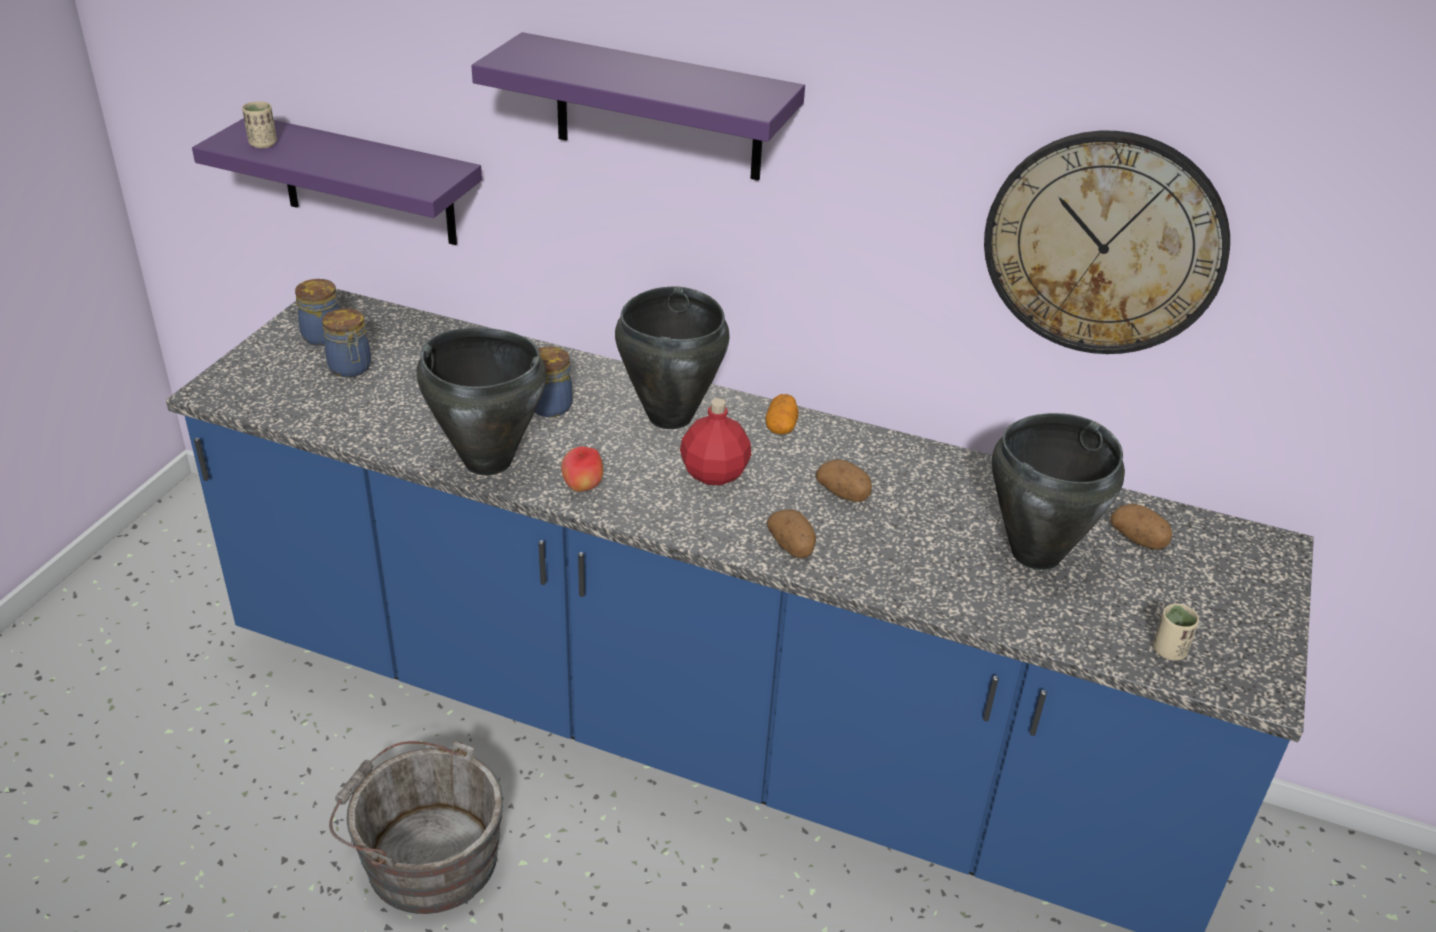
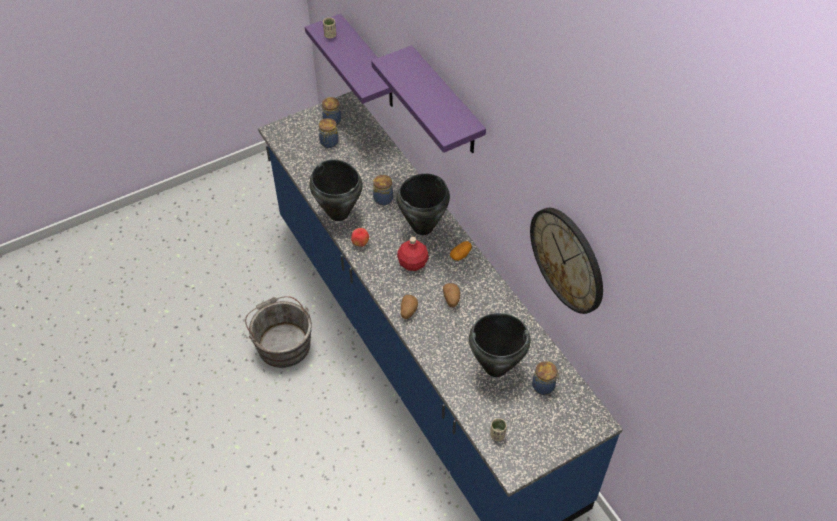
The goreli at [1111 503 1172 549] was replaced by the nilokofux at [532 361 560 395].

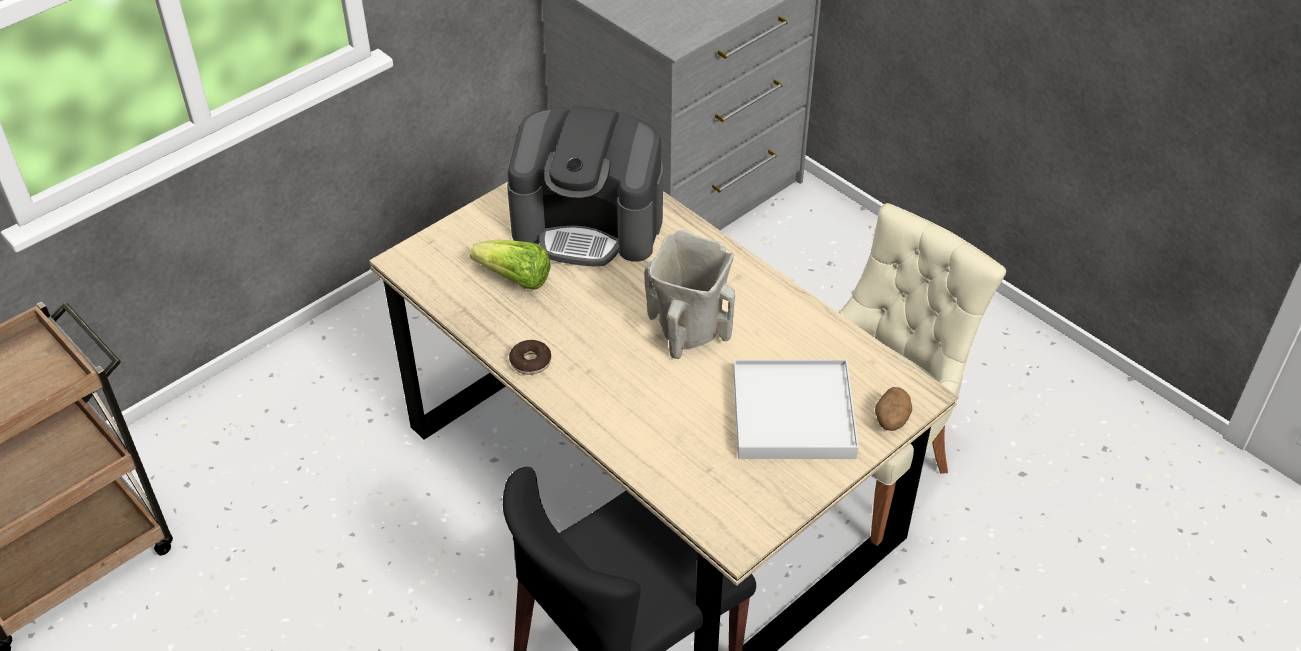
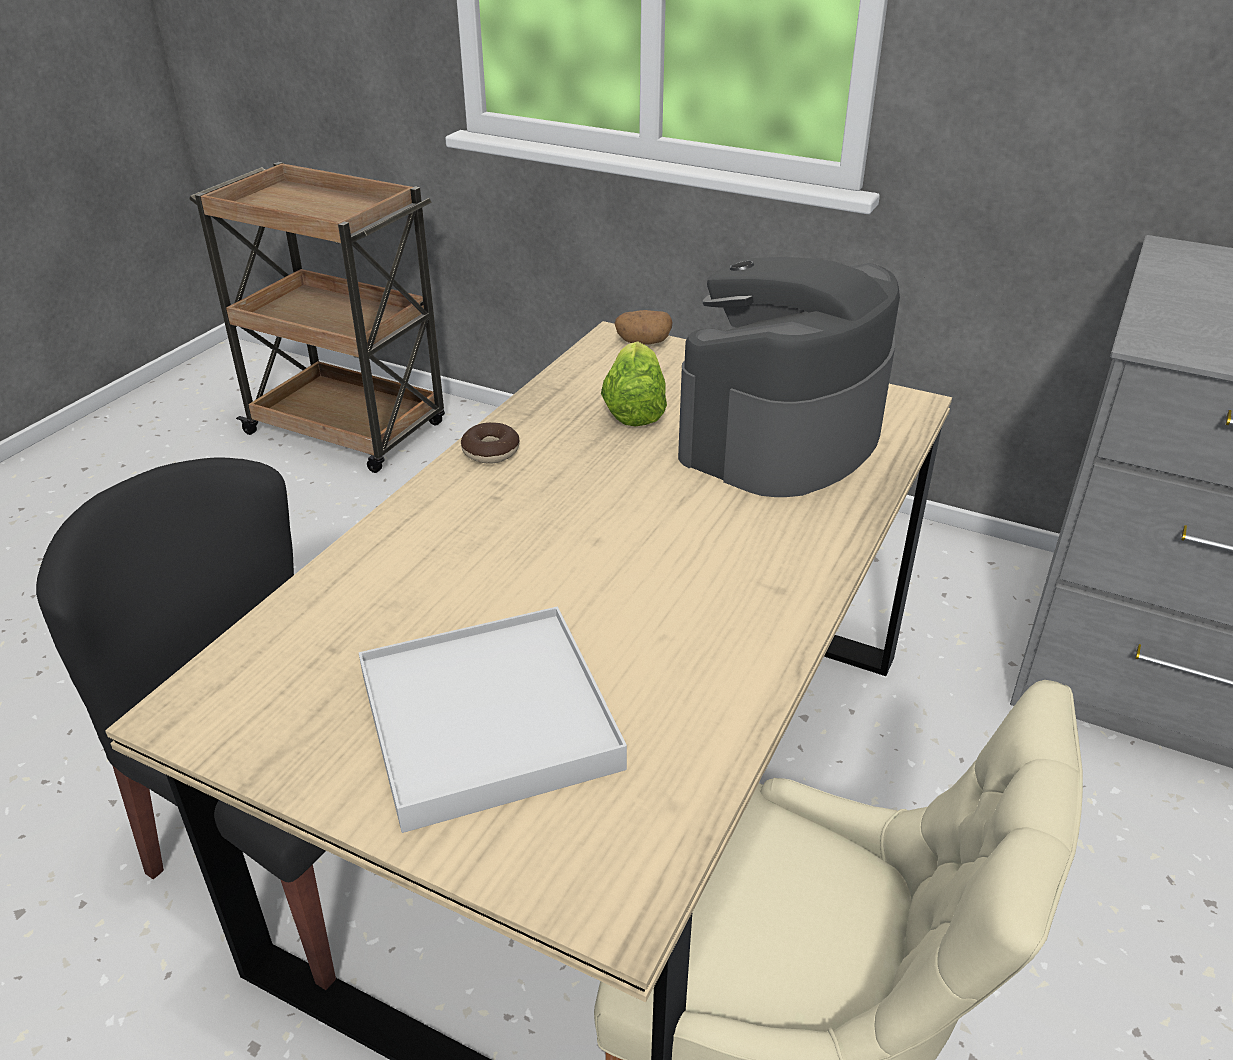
The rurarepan at [507 105 663 266] turned 45 degrees clockwise.
The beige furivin at [644 230 735 359] disappeared.
The goreli moved from [875 387 912 431] to [615 310 672 345].

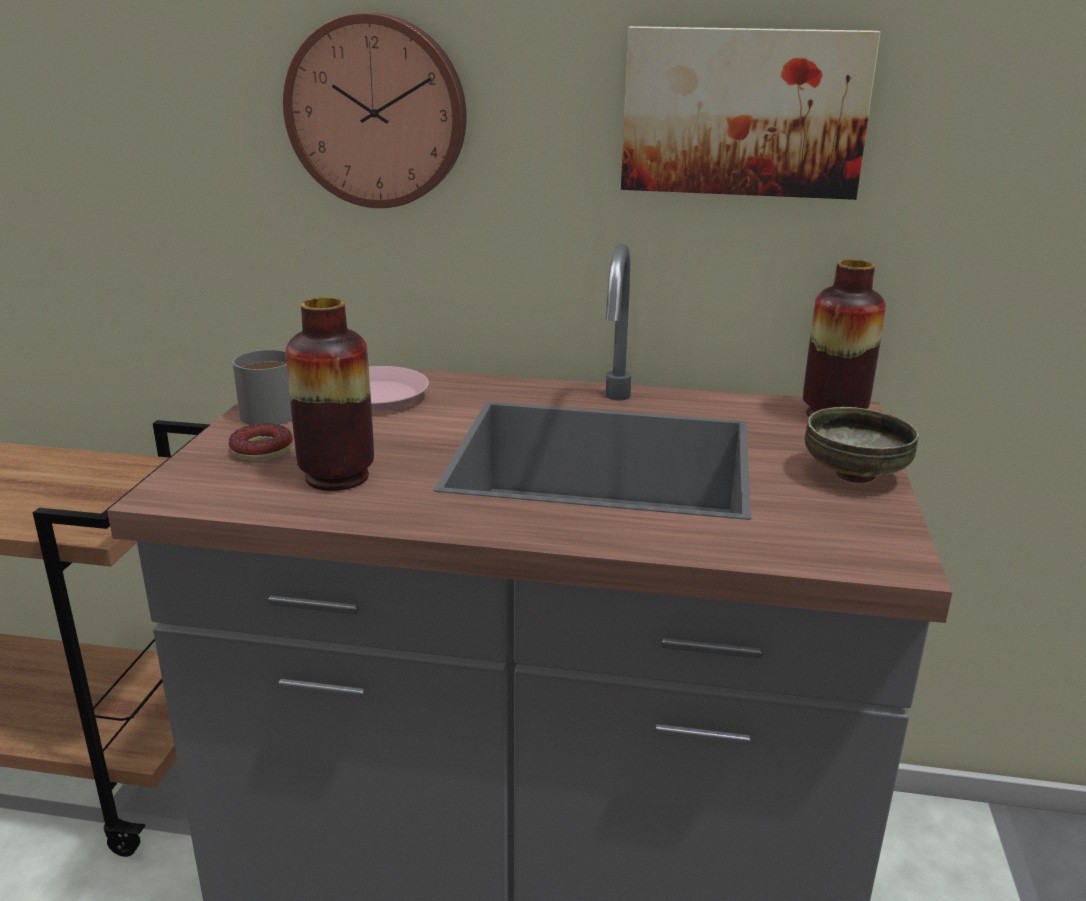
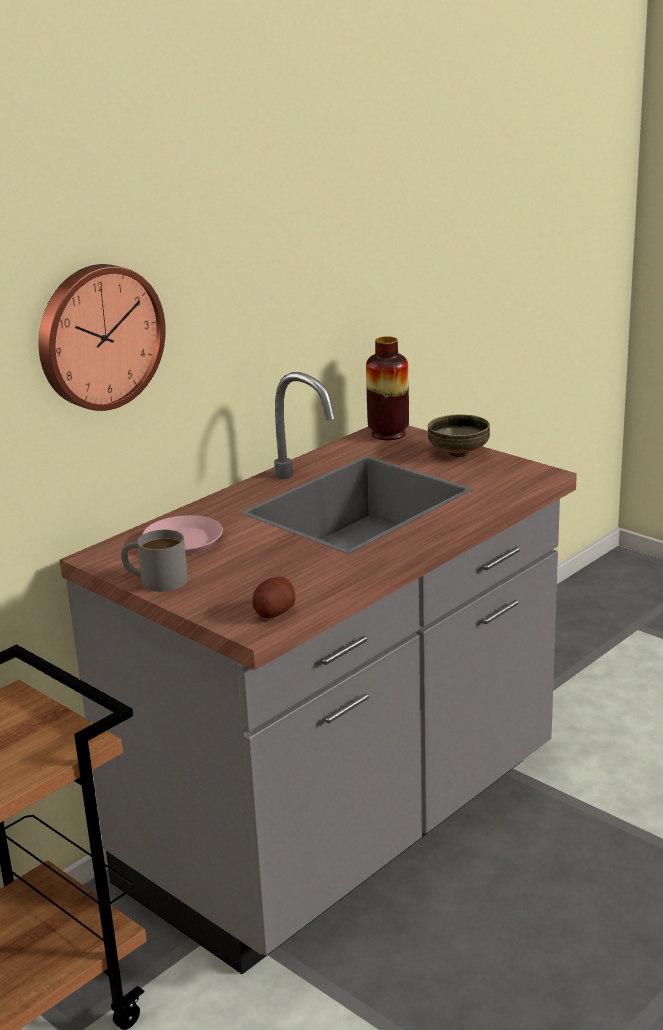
The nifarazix at [621 26 881 200] disappeared.
The furivin at [285 297 374 491] disappeared.
The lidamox at [229 423 293 461] disappeared.
The goreli at [252 577 295 618] appeared.

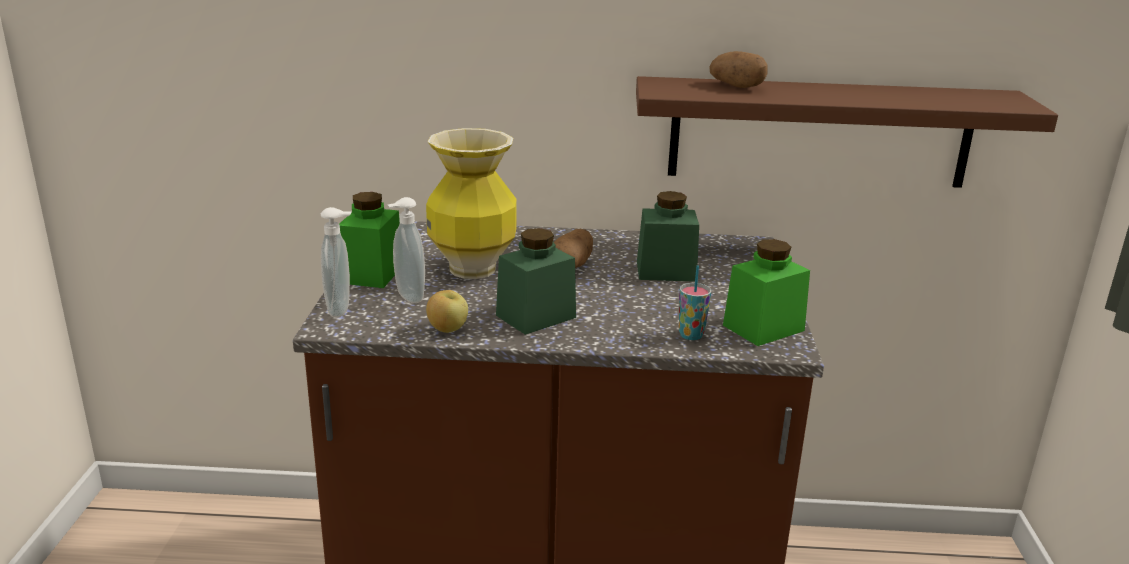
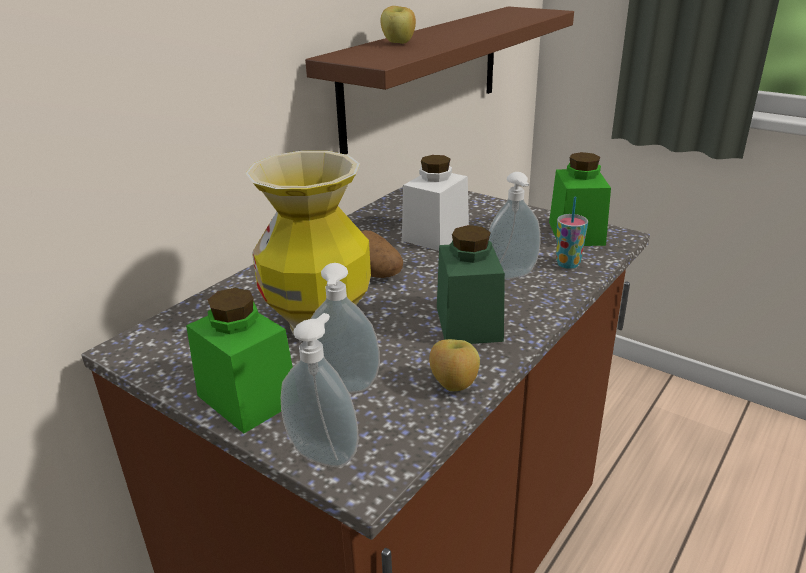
The goreli at [709 51 768 88] was replaced by the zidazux at [381 6 416 44].
The green nilokofux at [637 191 699 282] became the white nilokofux at [402 155 469 251].
The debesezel at [489 172 541 280] appeared.

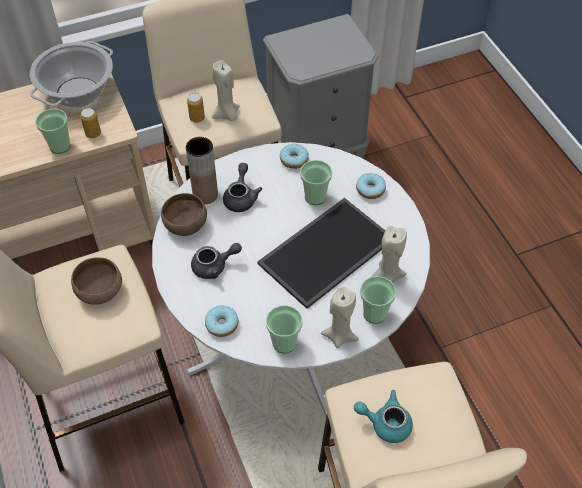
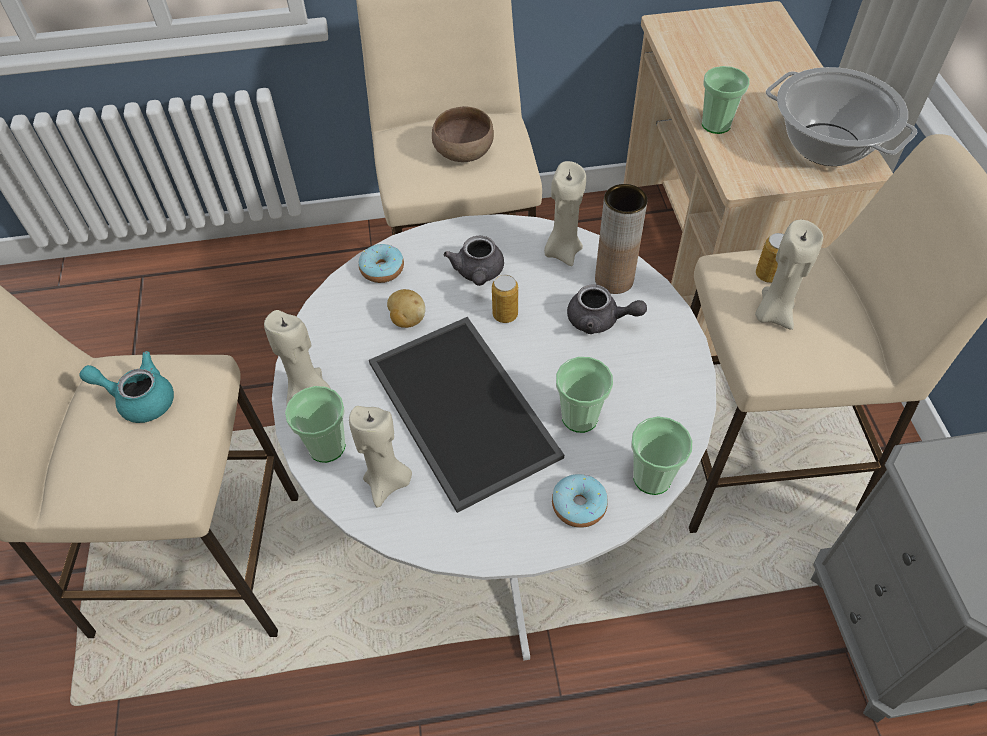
The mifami moved from [80 108 101 138] to [492 275 518 323].
The lidamox at [280 144 309 169] disappeared.
The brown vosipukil at [161 193 207 236] was replaced by the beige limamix at [544 161 586 266].
The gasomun moved from [266 305 302 353] to [631 416 693 495].
The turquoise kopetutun at [354 390 413 443] turned 105 degrees counterclockwise.
The goreli at [387 289 425 328] appeared.

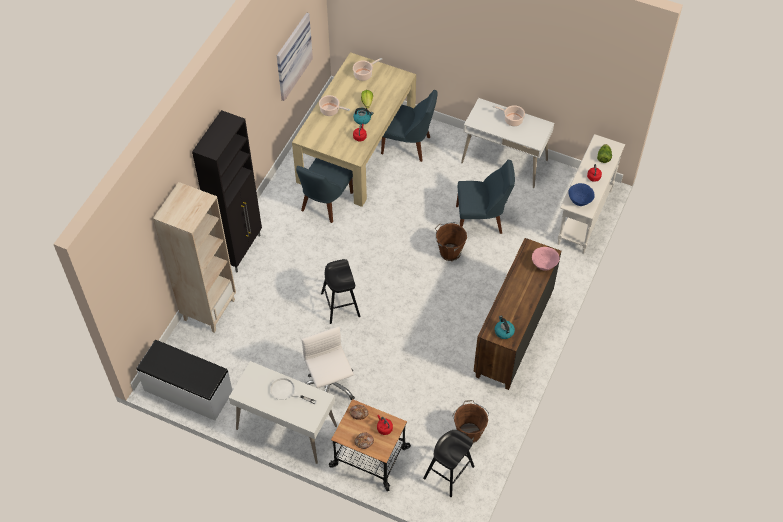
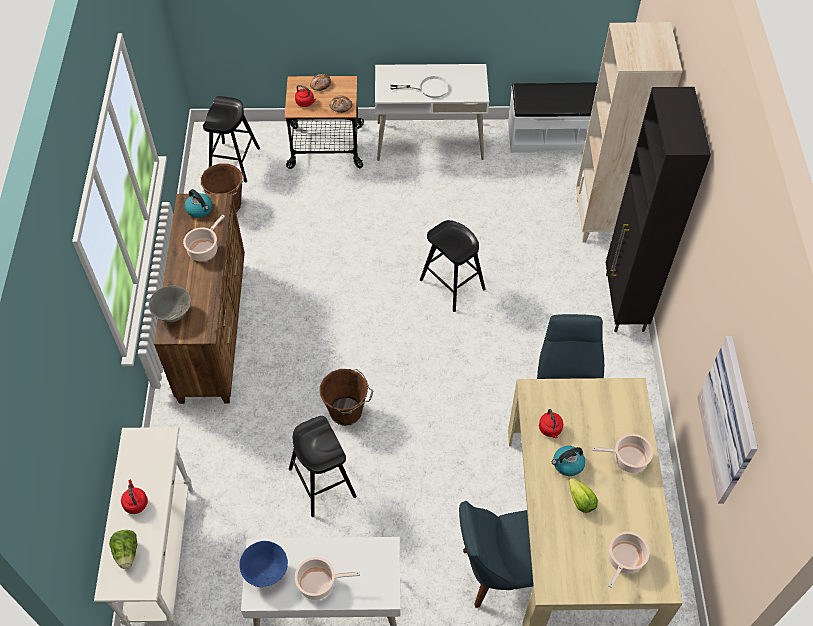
The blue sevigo at [456 159 515 234] was replaced by the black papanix at [289 416 357 517].
The blue vosipukil moved from [568 183 595 206] to [239 541 288 587].
The pink vosipukil at [532 247 560 271] became the grey vosipukil at [149 286 191 322].
The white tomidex at [301 326 355 400] disappeared.
The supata at [183 215 225 262] appeared.

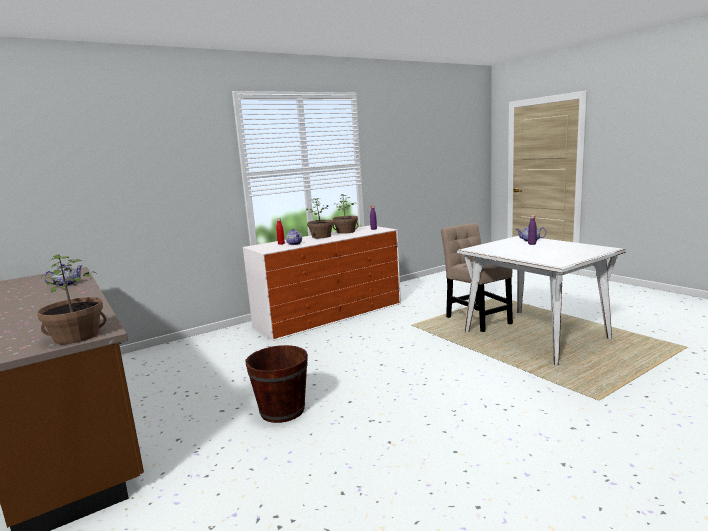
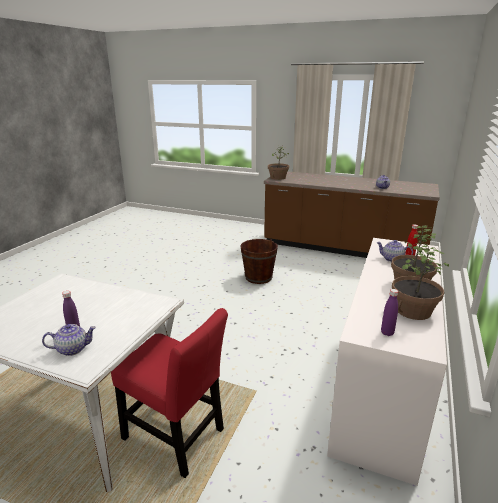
The beige sevigo at [441 223 513 332] became the red sevigo at [111 308 228 478].

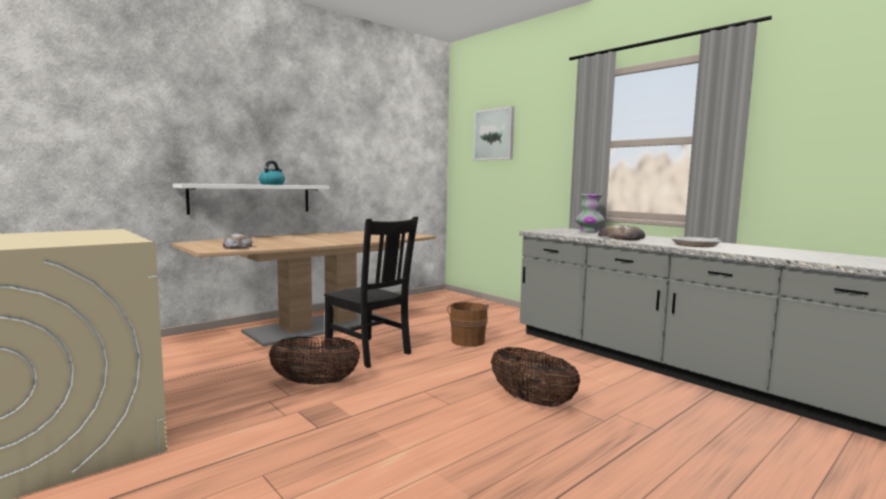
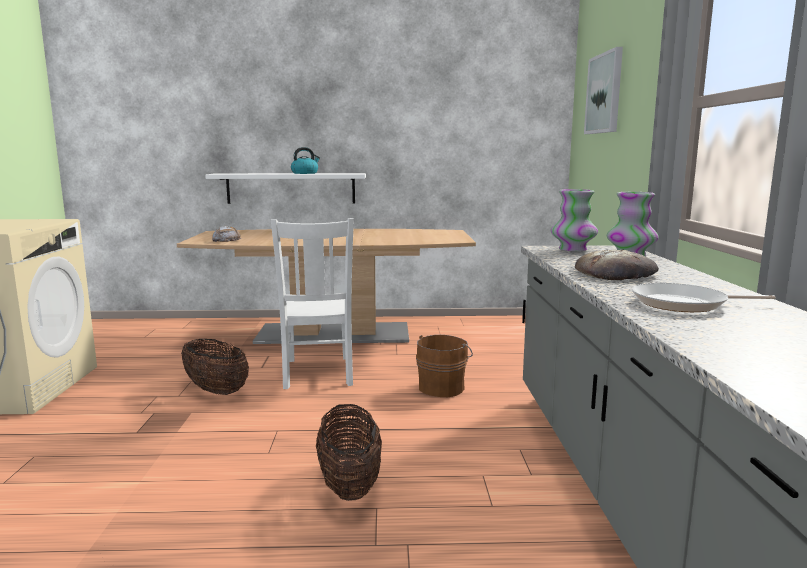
The black sevigo at [324 216 418 368] became the white sevigo at [271 218 354 389].
The furivin at [551 189 598 251] appeared.

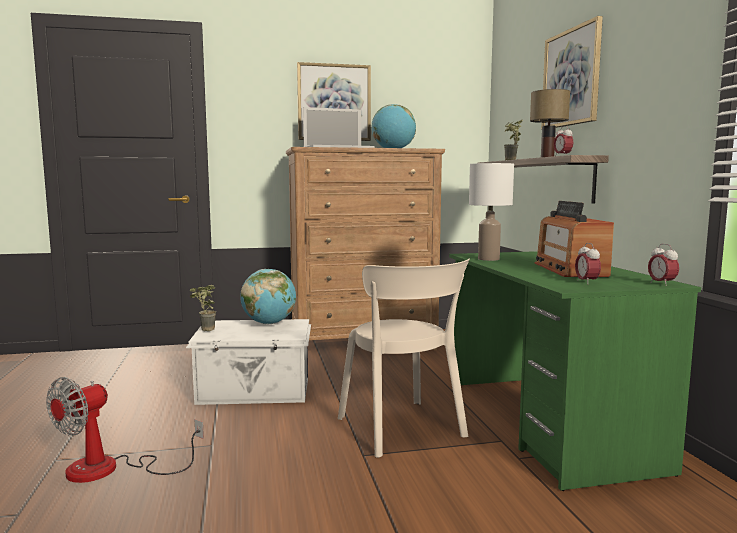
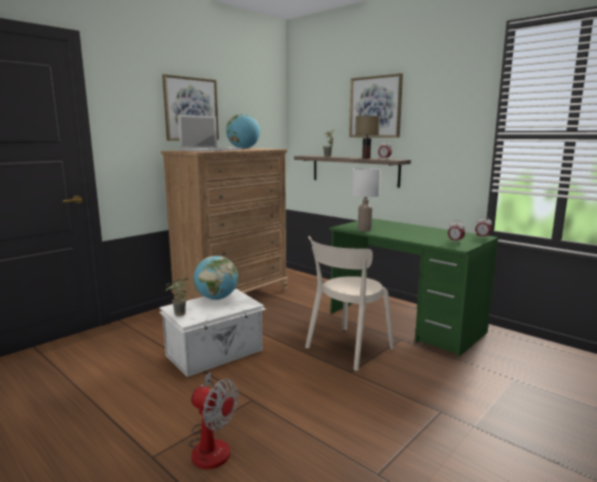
The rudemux at [535 201 614 277] disappeared.
The beige sevigo at [338 258 470 458] turned 105 degrees clockwise.
The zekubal at [46 377 204 483] turned 60 degrees counterclockwise.

